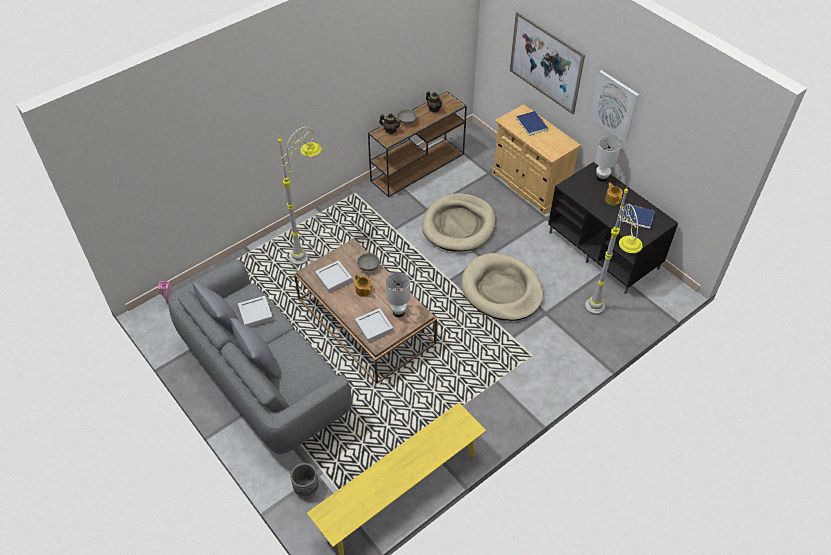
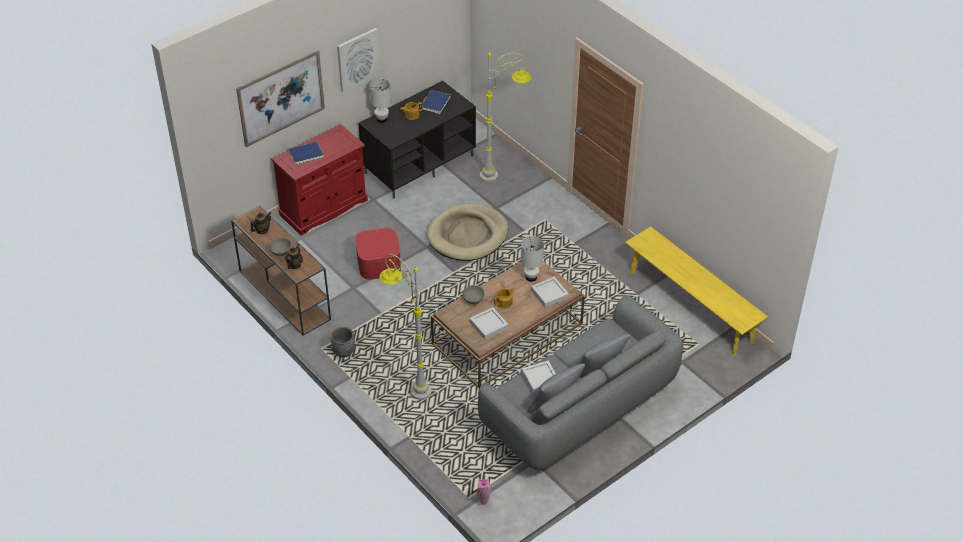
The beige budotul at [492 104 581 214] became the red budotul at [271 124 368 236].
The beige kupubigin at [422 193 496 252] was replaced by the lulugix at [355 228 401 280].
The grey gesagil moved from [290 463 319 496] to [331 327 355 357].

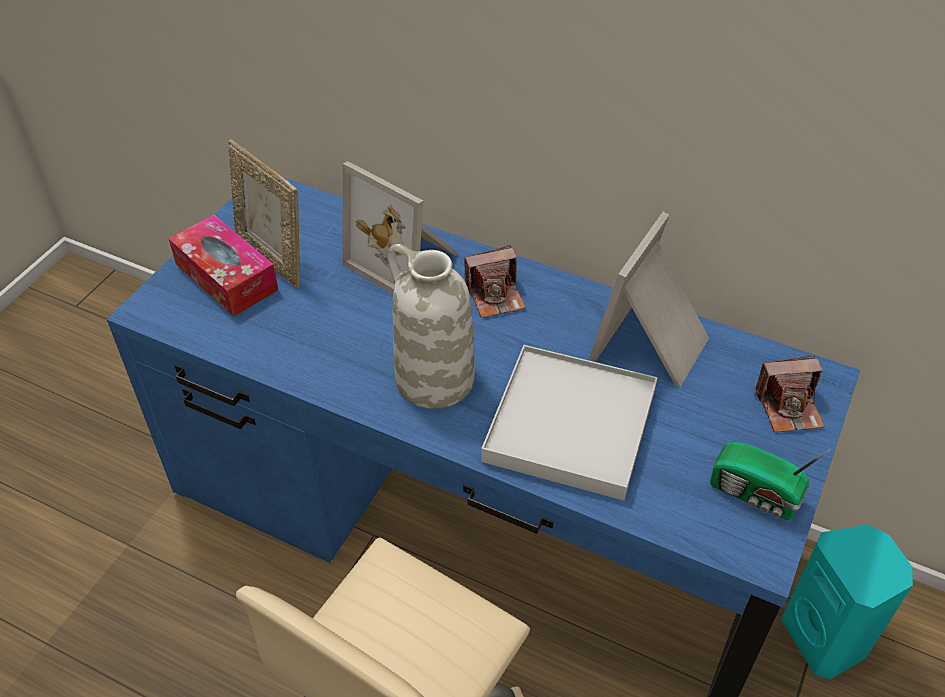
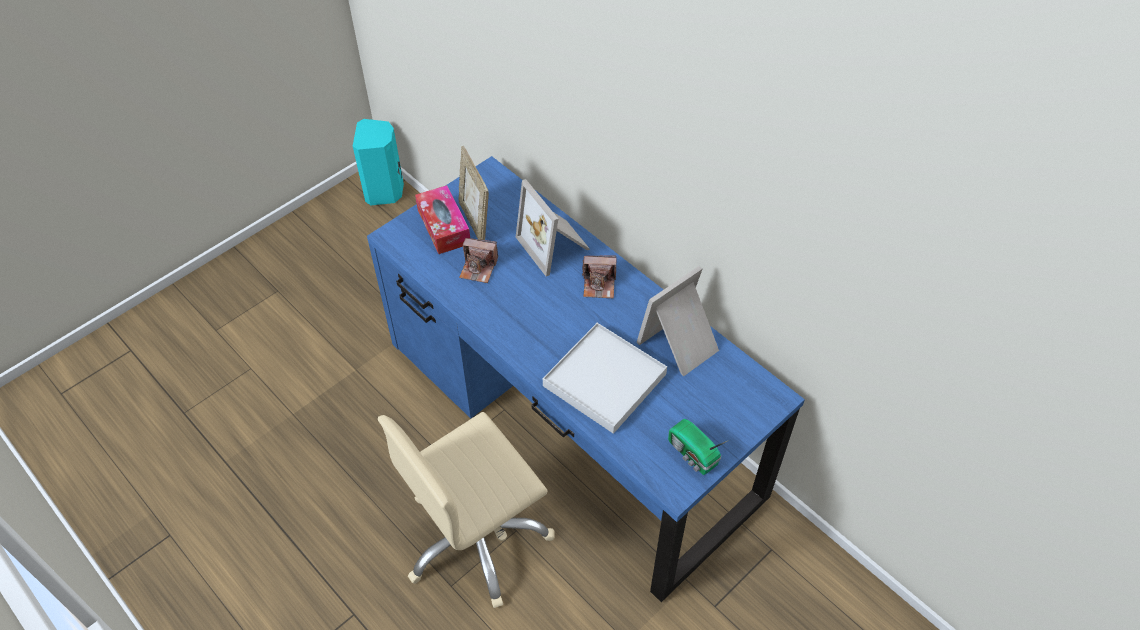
The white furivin at [387 244 475 409] disappeared.
The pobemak moved from [754 355 825 432] to [459 238 498 283].
The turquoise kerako moved from [781 524 913 680] to [353 119 404 205].

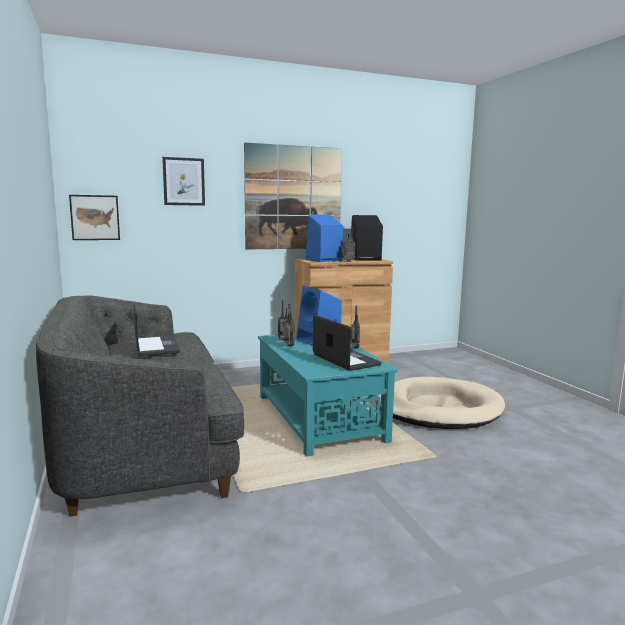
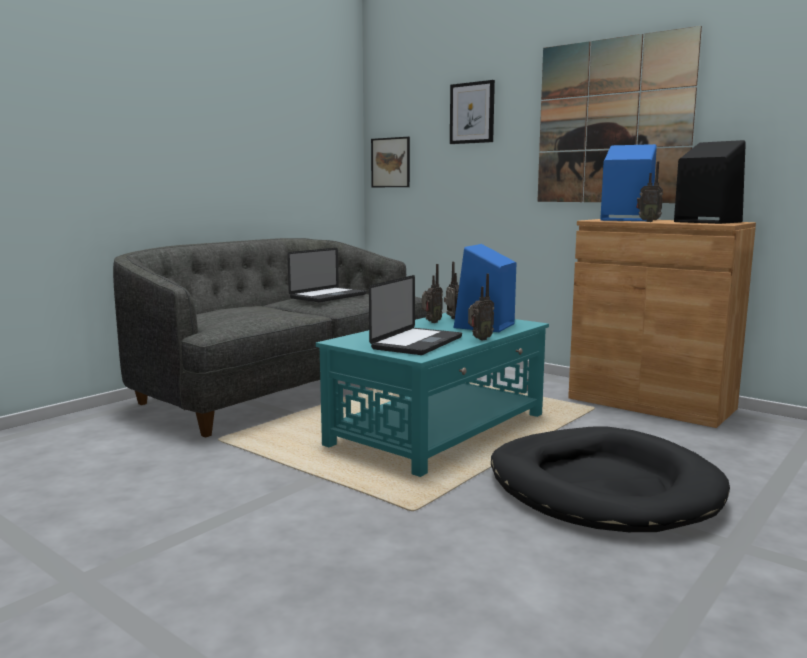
The beige kupubigin at [376 377 505 429] became the black kupubigin at [491 426 730 532].

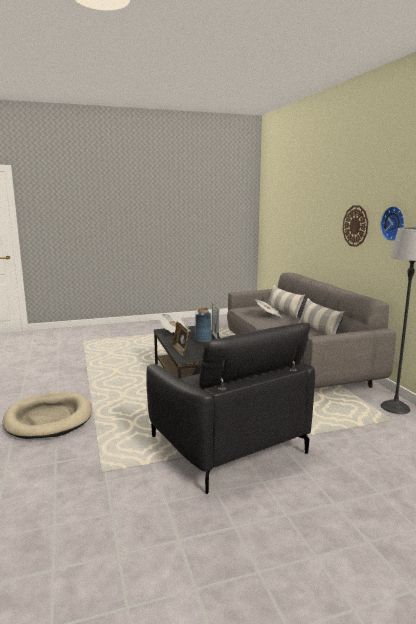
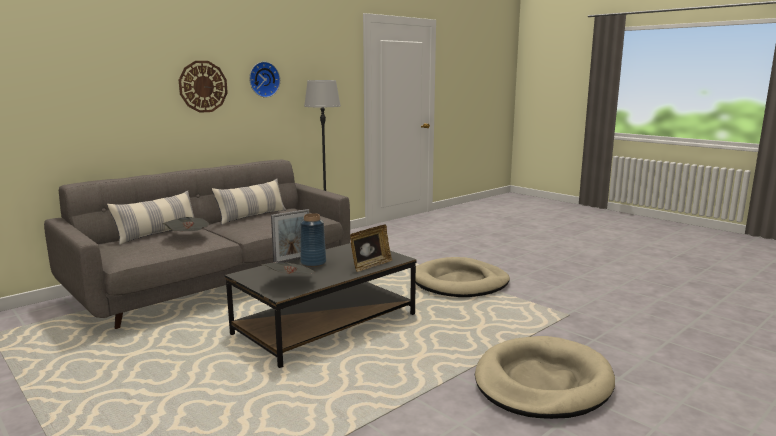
The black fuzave at [146 323 315 494] was replaced by the beige kupubigin at [416 257 510 297].

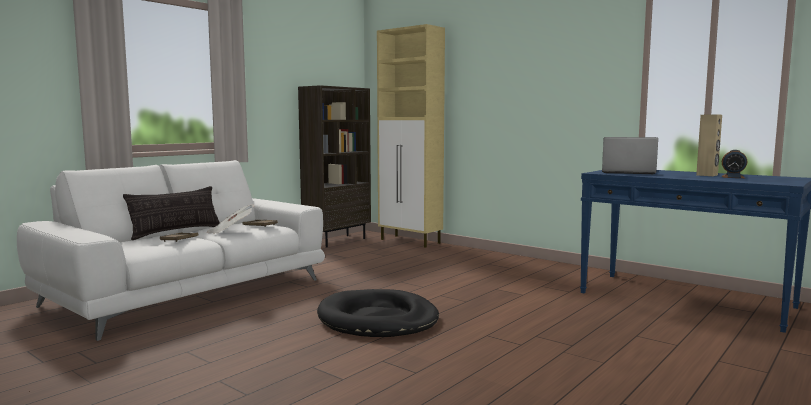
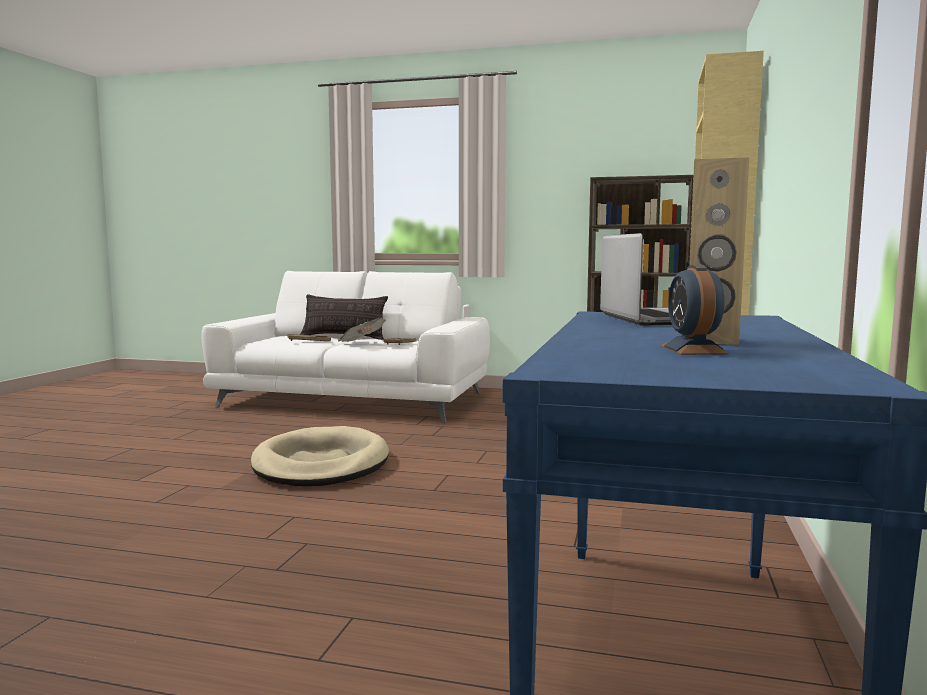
The black kupubigin at [317 289 439 337] became the beige kupubigin at [251 426 389 486].

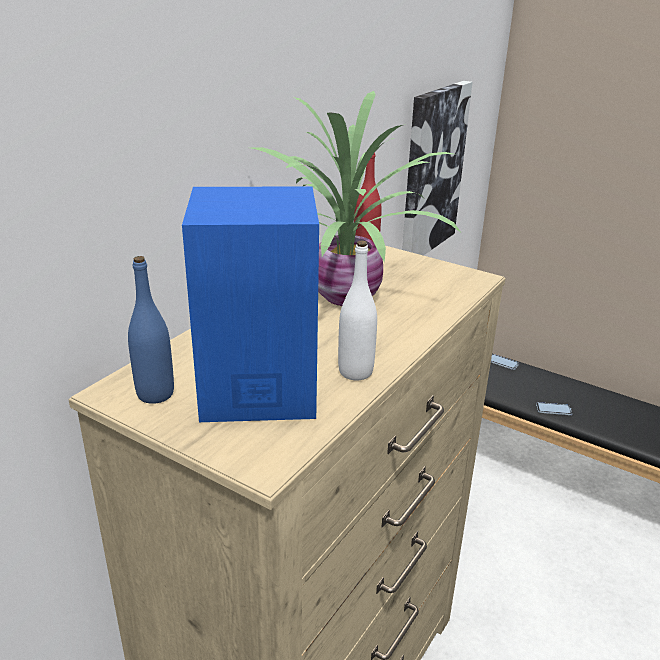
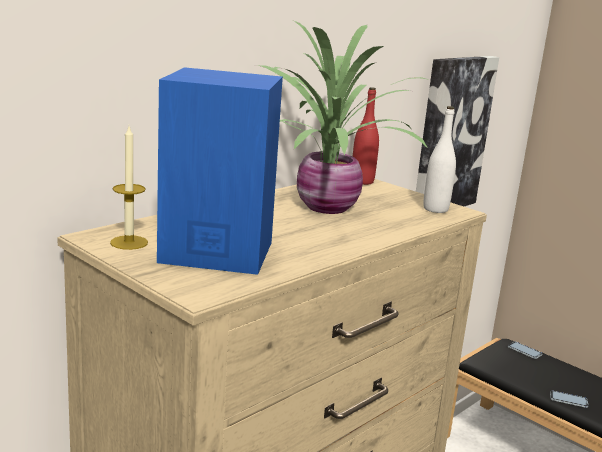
The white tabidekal moved from [338 241 377 380] to [423 106 456 213].
The blue tabidekal at [128 256 174 404] was replaced by the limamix at [110 126 148 250].

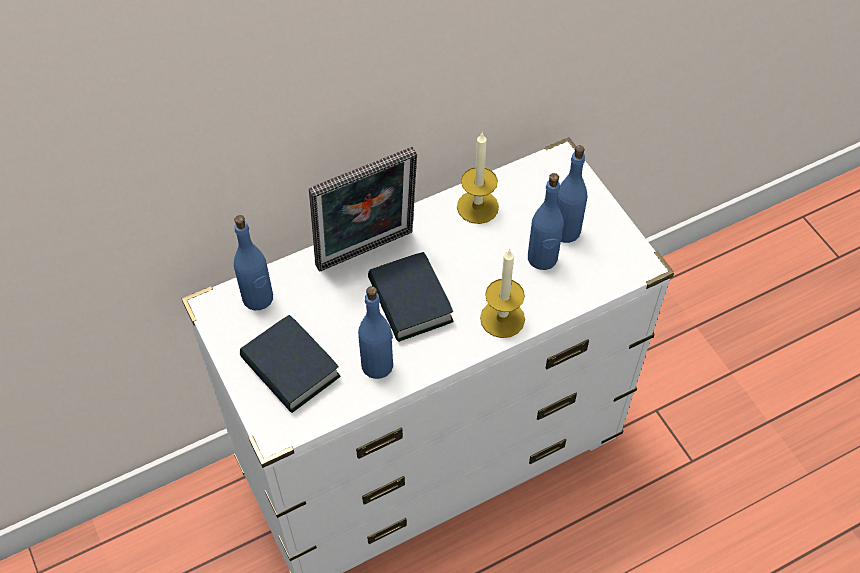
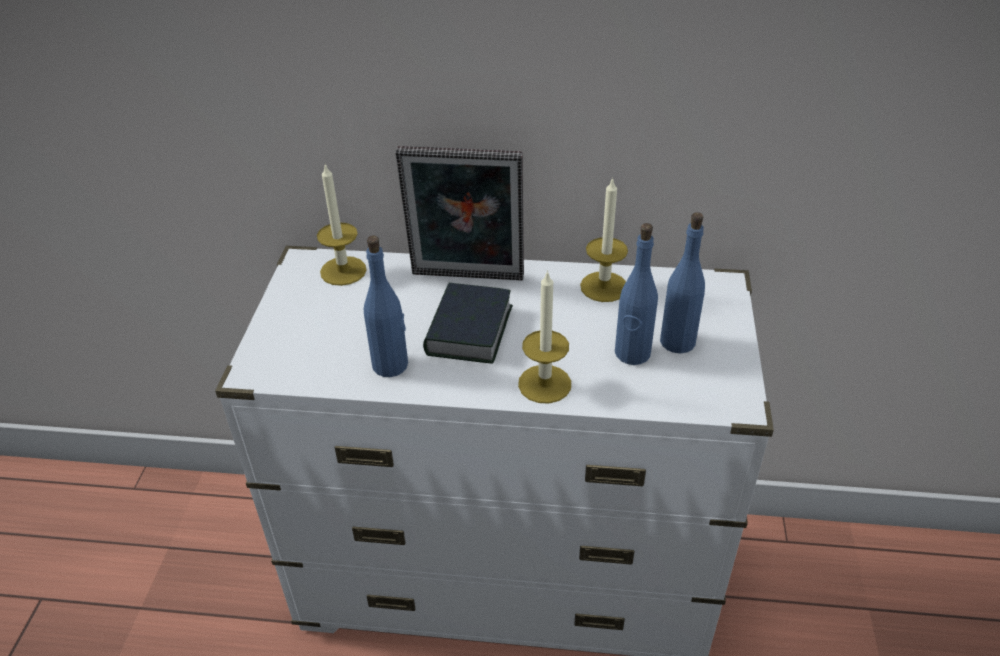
The blue tabidekal at [234 215 273 310] was replaced by the limamix at [317 163 366 286].
The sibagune at [240 315 340 413] disappeared.

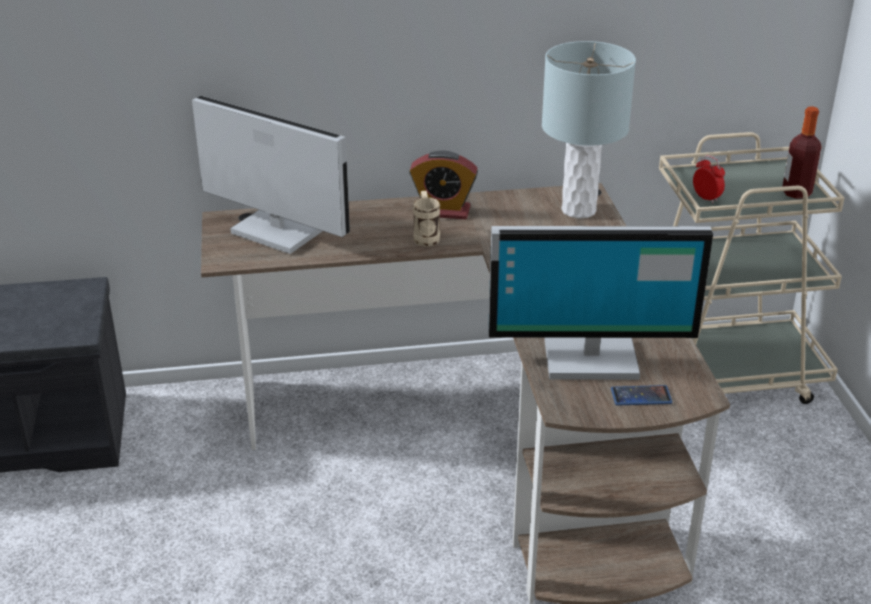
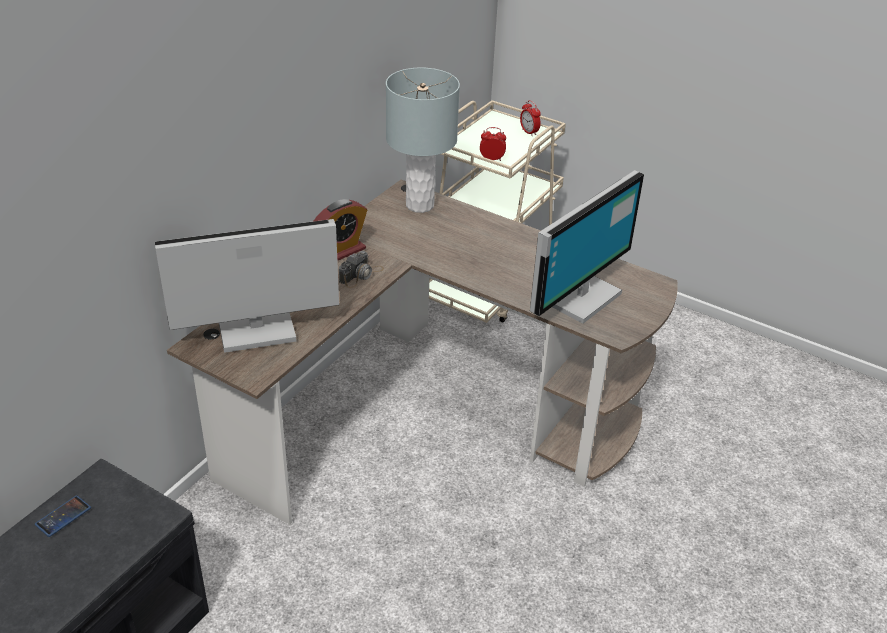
The tabidekal at [782 106 821 199] was replaced by the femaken at [520 100 541 136].
The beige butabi at [413 191 440 247] was replaced by the pobemak at [339 251 384 288].
The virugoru moved from [611 385 672 406] to [35 496 91 537].

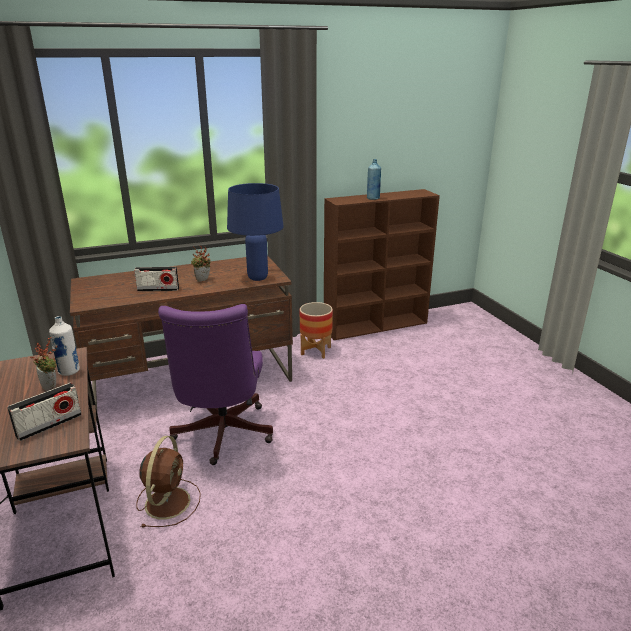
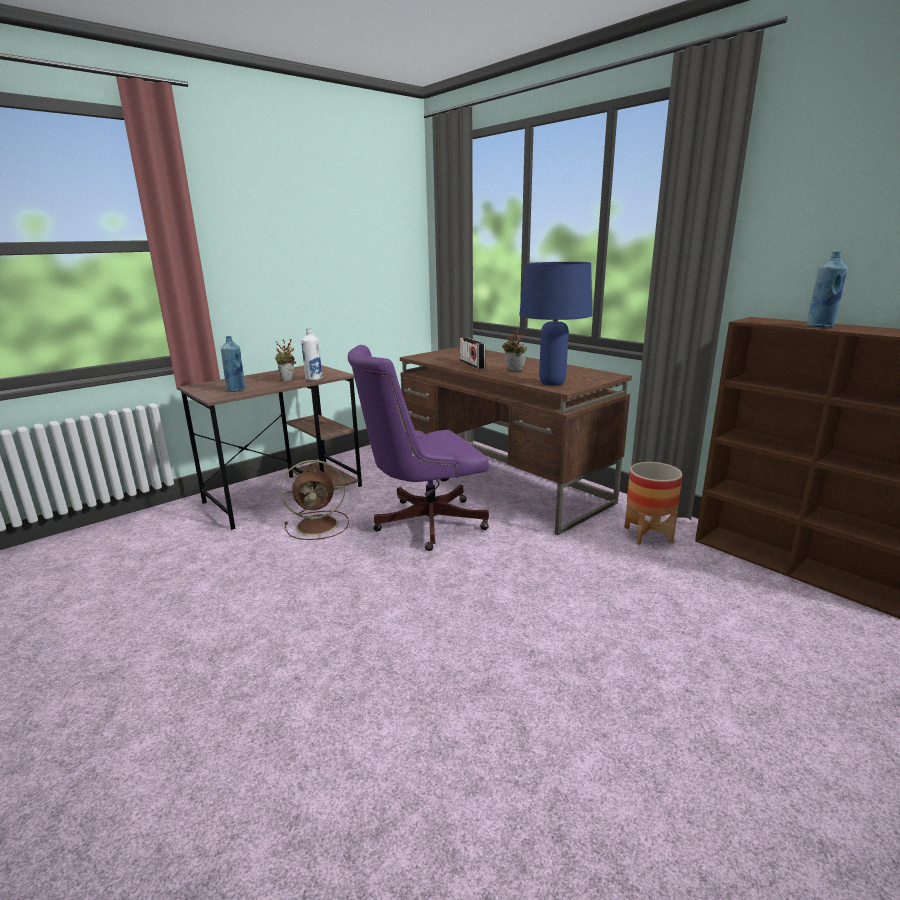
The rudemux at [7 383 82 441] was replaced by the blue tabidekal at [221 336 245 392].

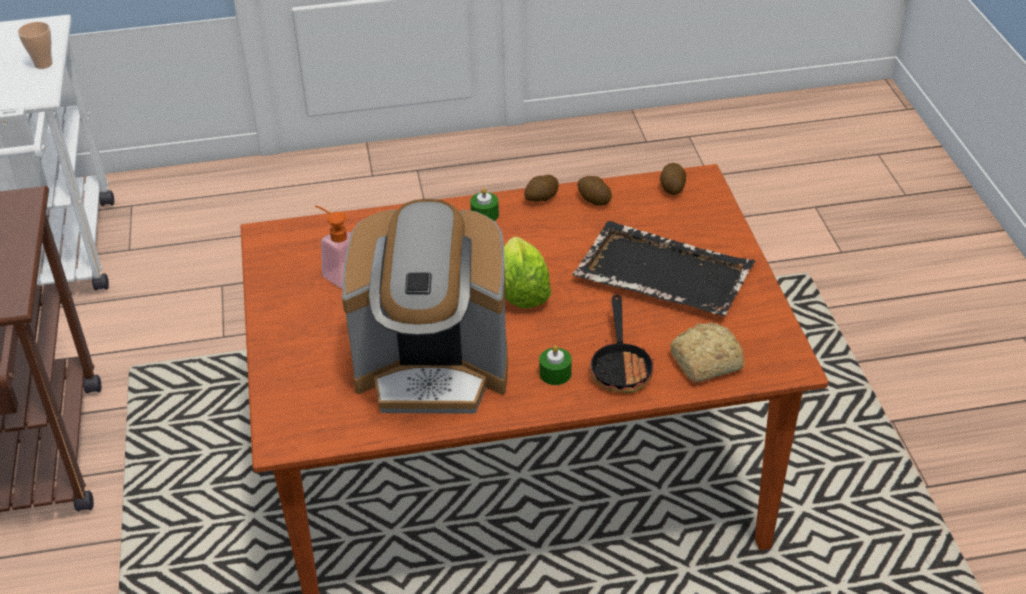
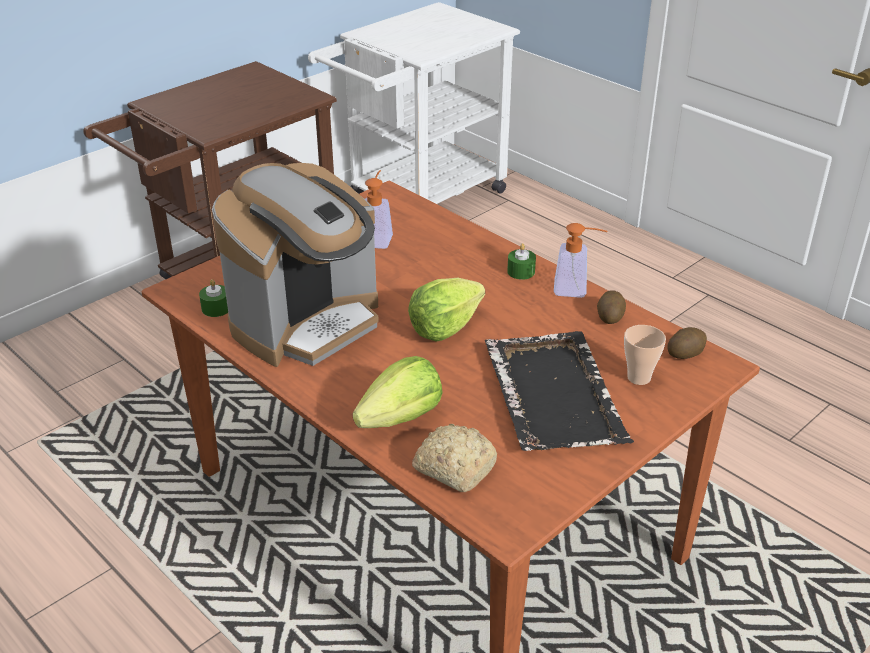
The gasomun moved from [18 22 53 69] to [624 325 666 385].
The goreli at [524 175 559 202] was replaced by the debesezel at [554 223 608 298].
The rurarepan at [342 199 508 414] turned 105 degrees counterclockwise.
The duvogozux at [589 295 654 393] was replaced by the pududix at [353 356 443 428].
The green limamix moved from [539 345 572 385] to [199 279 228 317].

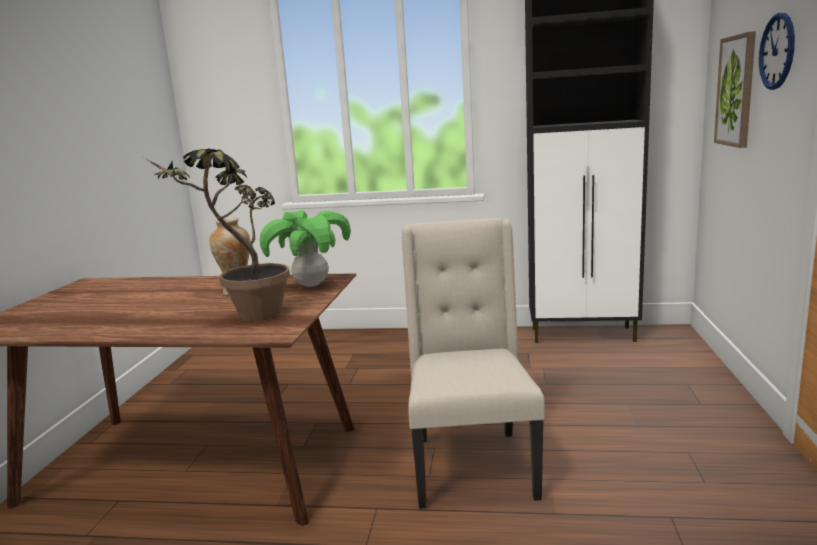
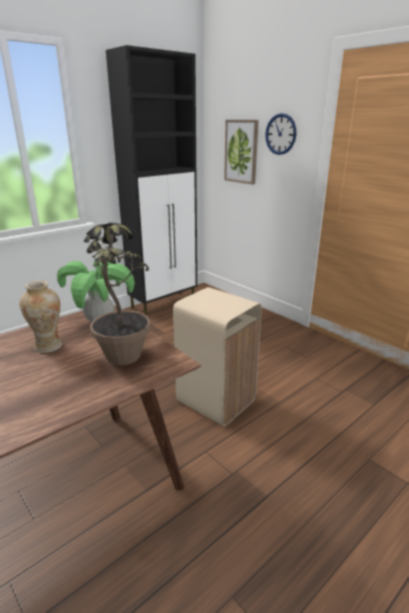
The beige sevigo at [401 218 545 509] was replaced by the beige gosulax at [173 287 262 426].

